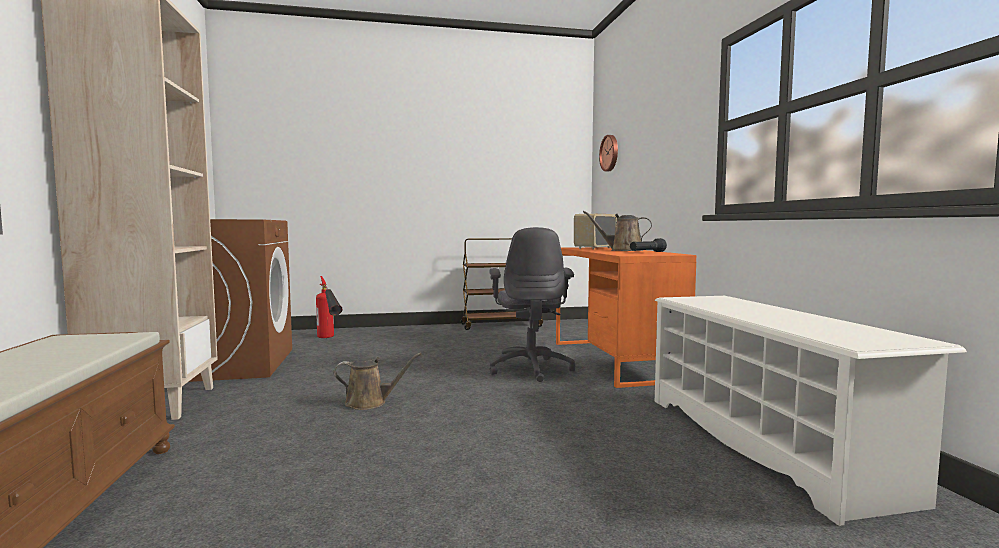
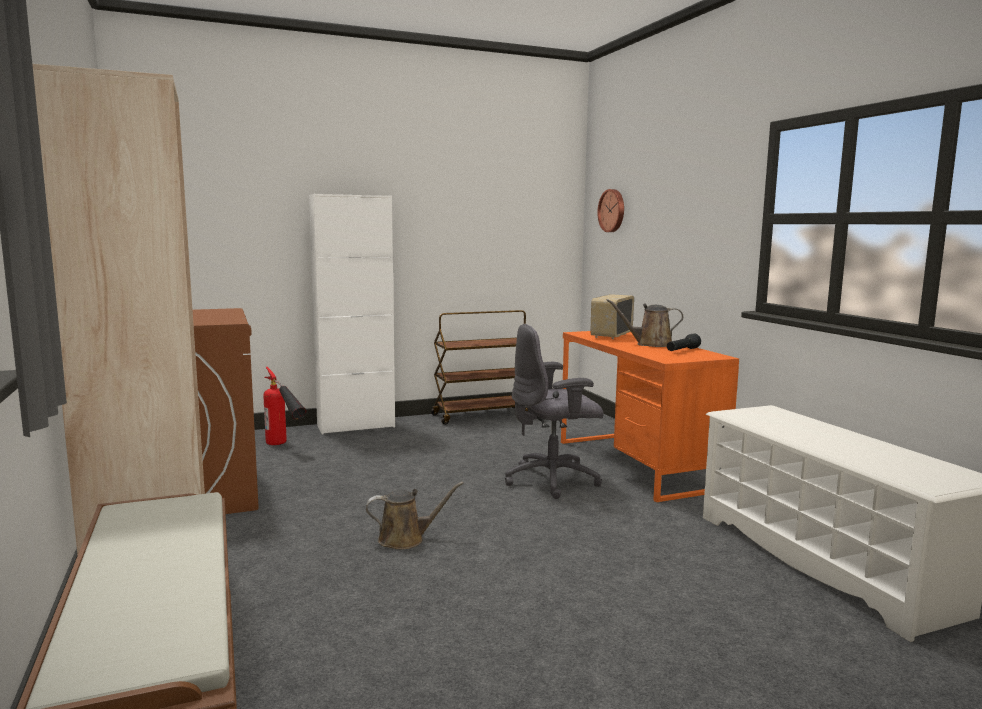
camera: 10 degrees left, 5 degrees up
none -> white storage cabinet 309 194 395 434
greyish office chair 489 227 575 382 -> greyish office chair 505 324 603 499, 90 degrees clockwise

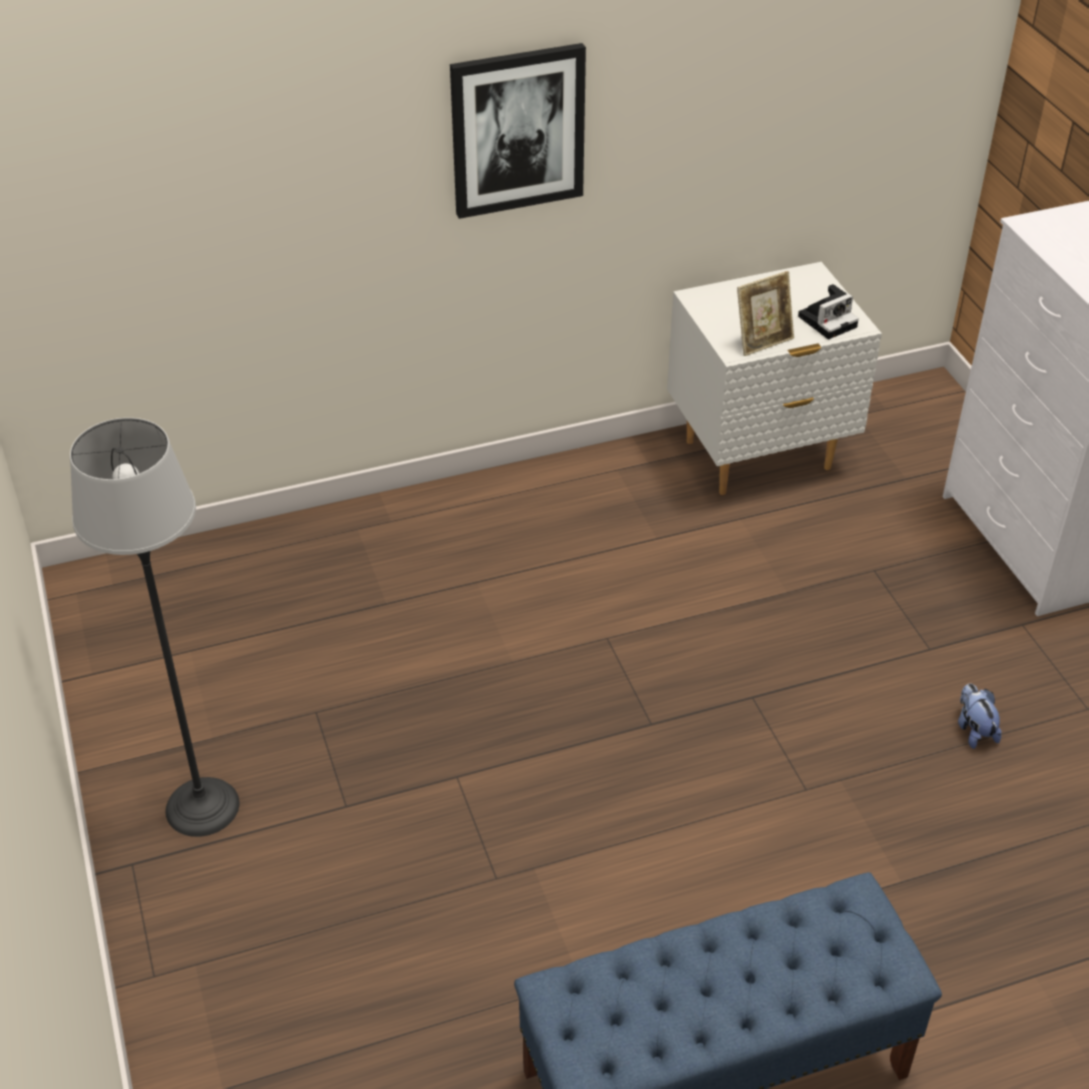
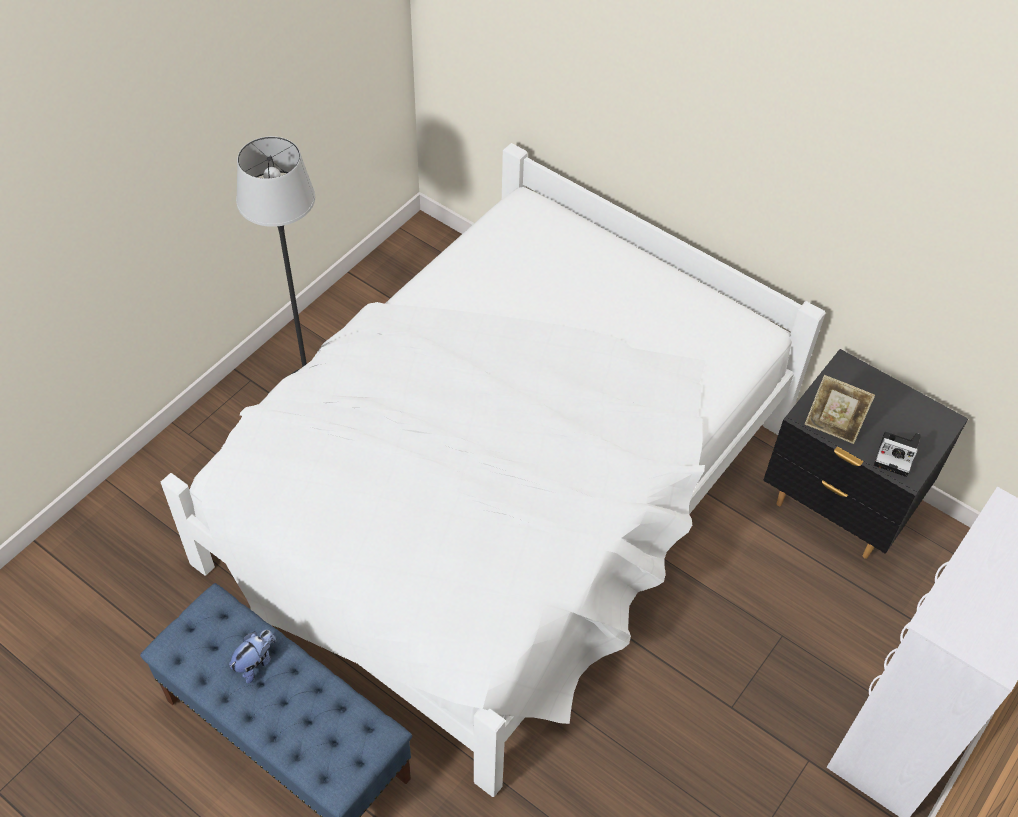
camera: 55 degrees right, 10 degrees up
picture 450 43 586 219 -> none
none -> white bedroom bed 161 143 826 797
cuddly toy 958 683 1001 749 -> cuddly toy 229 630 276 684, relocated
white bedside table 667 262 882 495 -> black bedside table 764 349 968 559

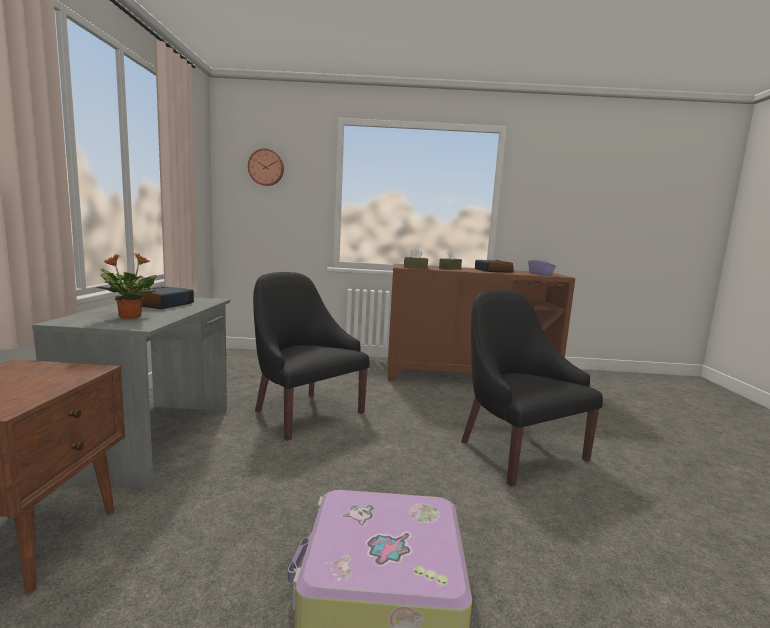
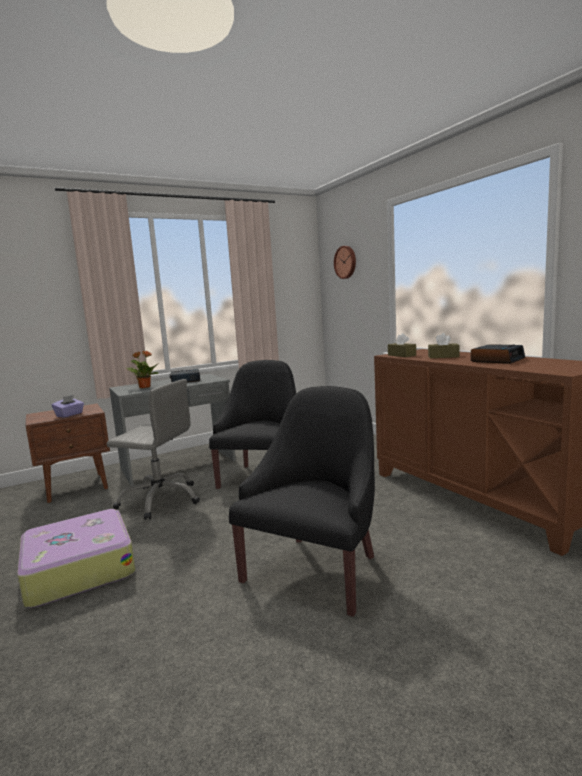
camera: 60 degrees right, 0 degrees up
none -> greyish office chair 107 379 200 520
purple box of tissues 528 255 556 275 -> purple box of tissues 52 395 84 418, relocated

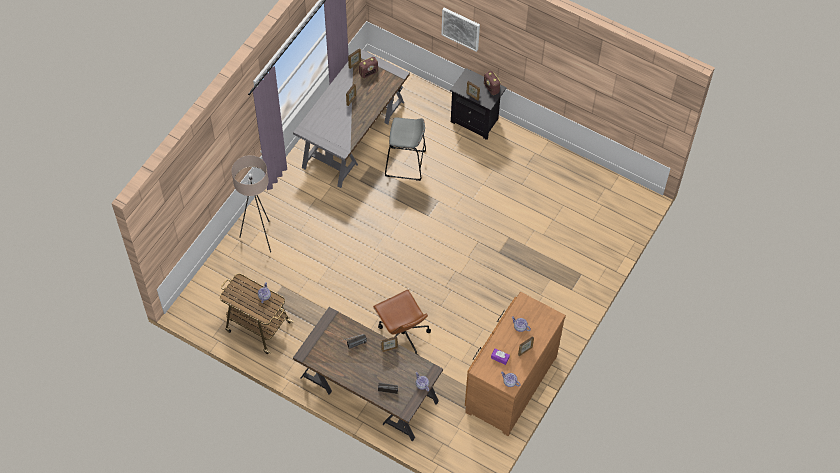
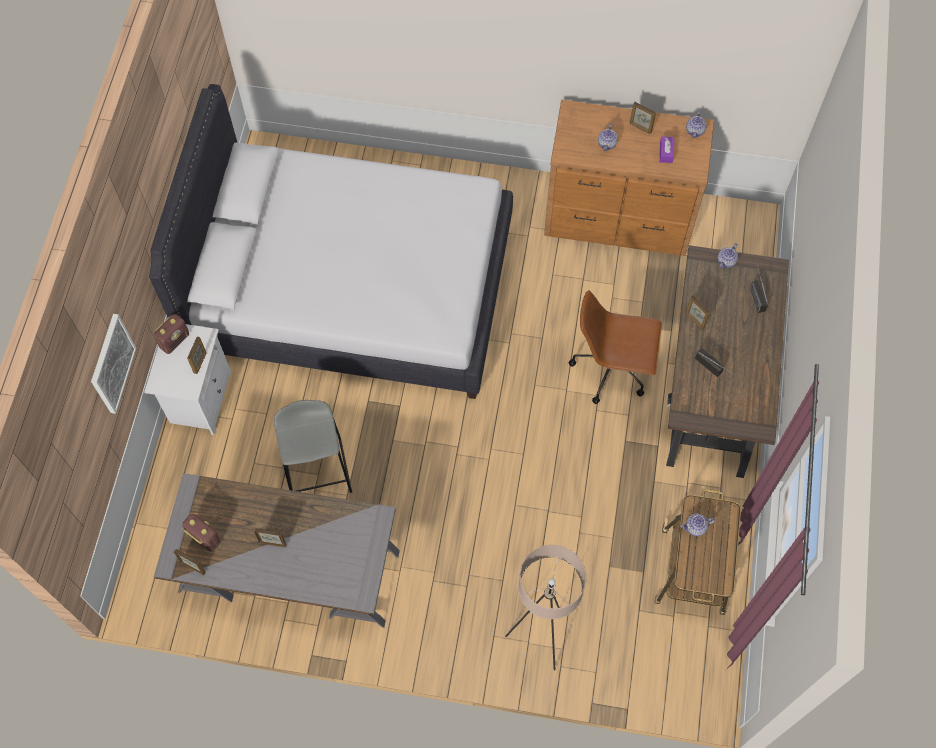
camera: 110 degrees left, 5 degrees up
none -> white bedroom bed 149 84 513 399
black bedside table 450 68 506 140 -> white bedside table 144 324 231 435
brownish office chair 373 289 431 355 -> brownish office chair 569 290 662 404, 120 degrees counterclockwise

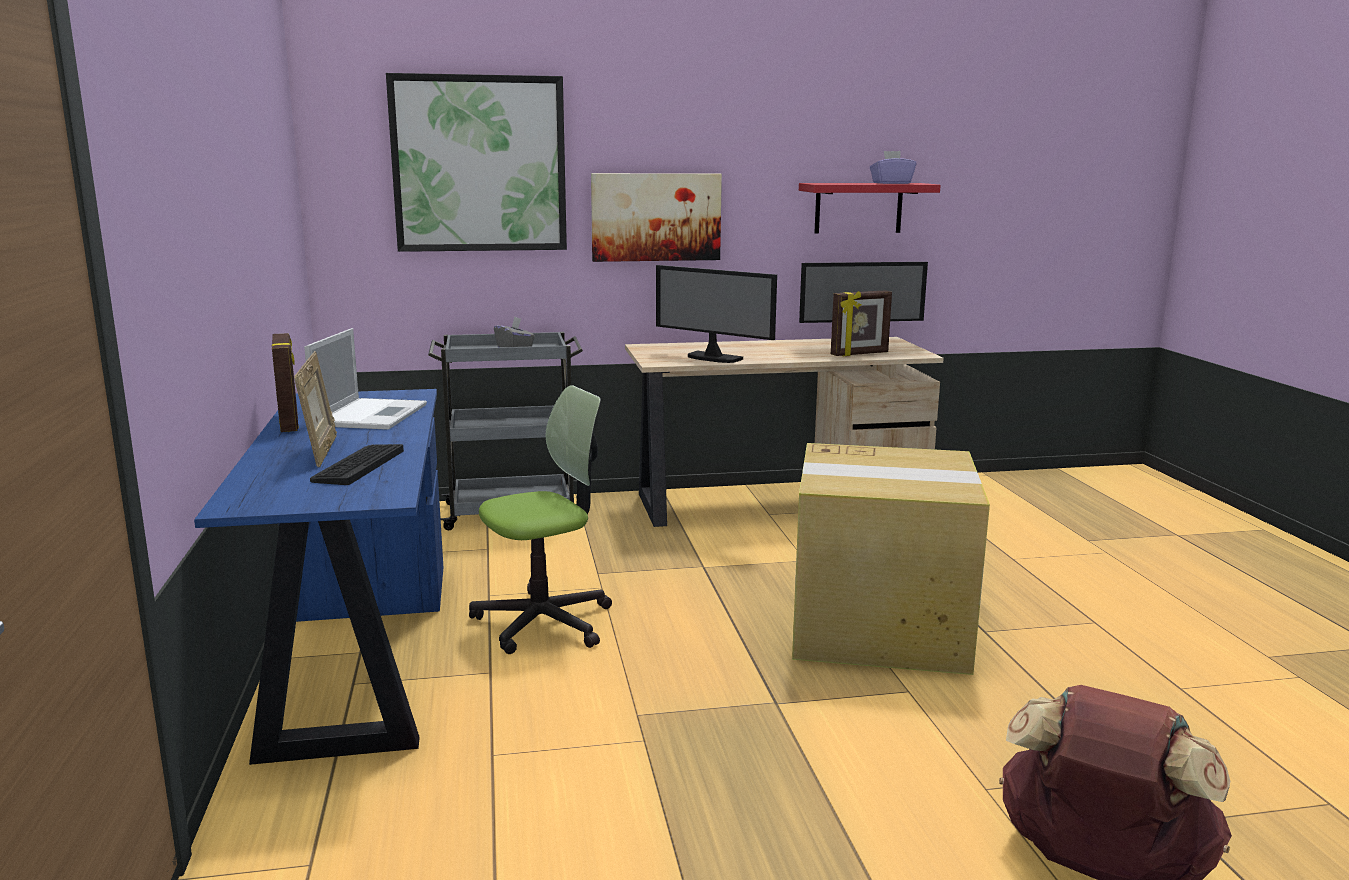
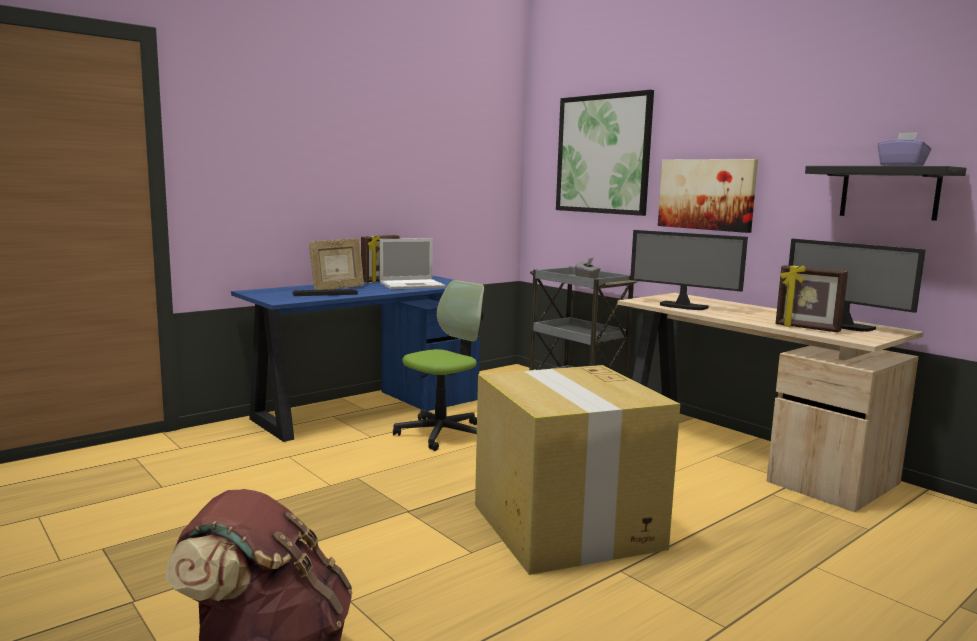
camera: 60 degrees right, 5 degrees down
red shelf 799 183 941 234 -> black shelf 805 166 967 221
office chair 469 385 612 654 -> office chair 393 280 485 451, 75 degrees counterclockwise
computer display 656 265 777 363 -> computer display 630 230 748 310, 60 degrees counterclockwise

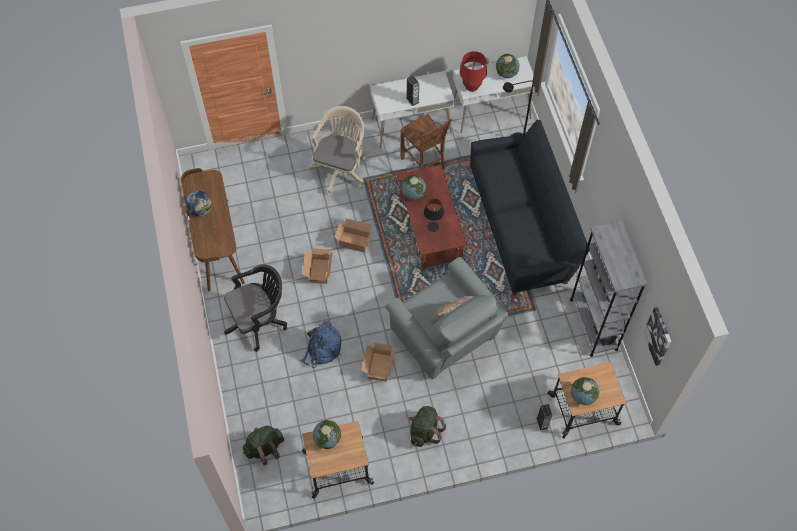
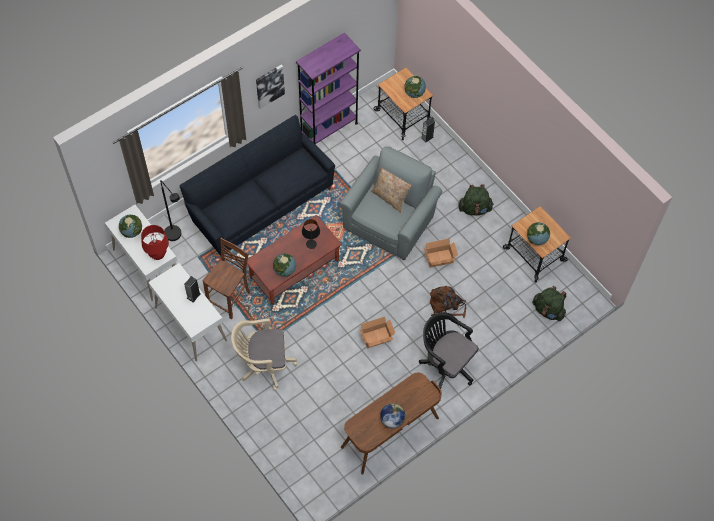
camera: 115 degrees left, 0 degrees up
carton 335 218 373 253 -> none
picture 643 307 672 366 -> picture 256 64 285 109, relocated
bluish rucksack 299 321 341 368 -> brownish rucksack 430 286 466 318
greyish bookshelf 570 220 648 357 -> purple bookshelf 296 33 361 144

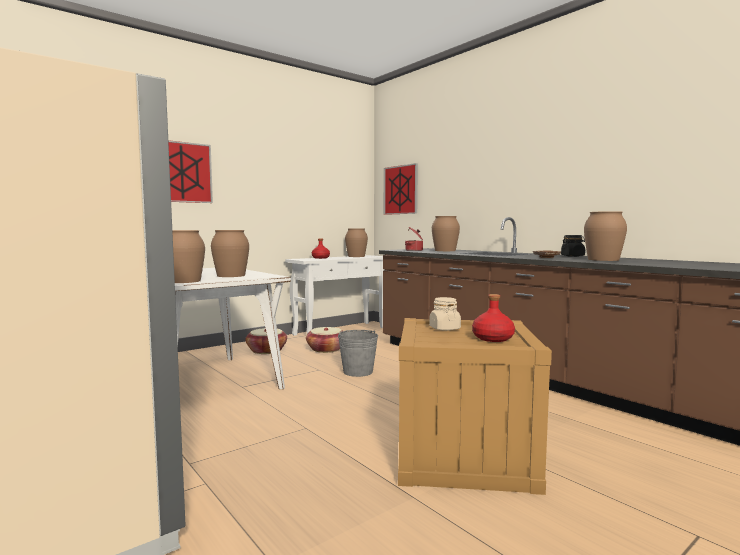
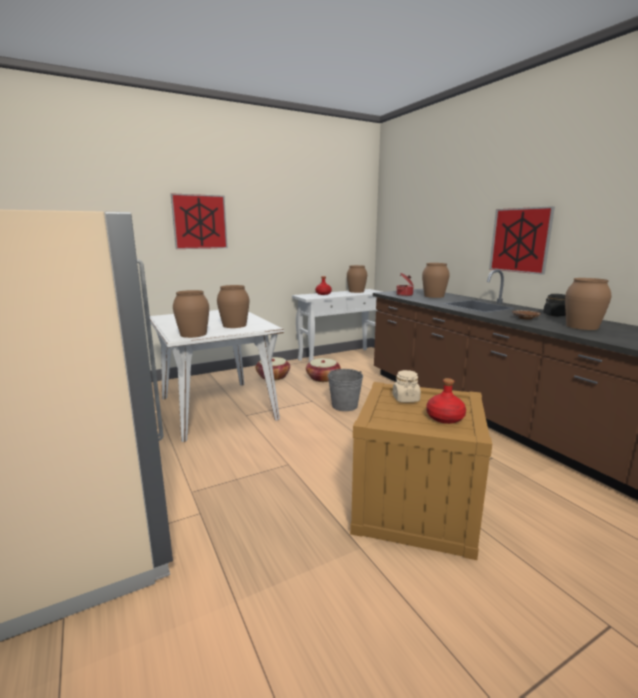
camera: 10 degrees right, 10 degrees up
picture 384 163 418 215 -> picture 489 206 555 275, relocated

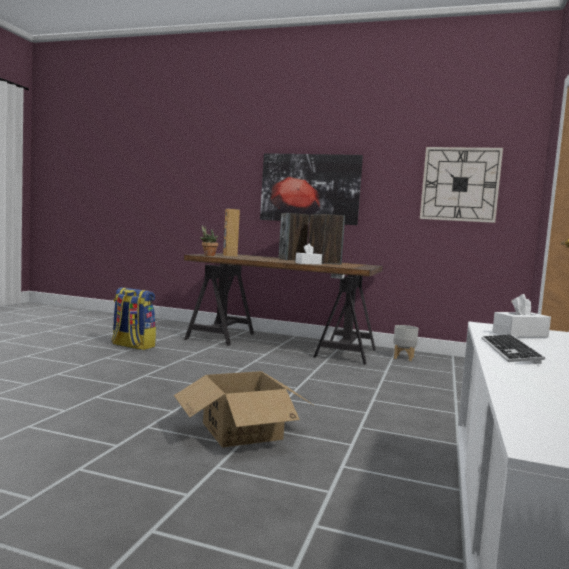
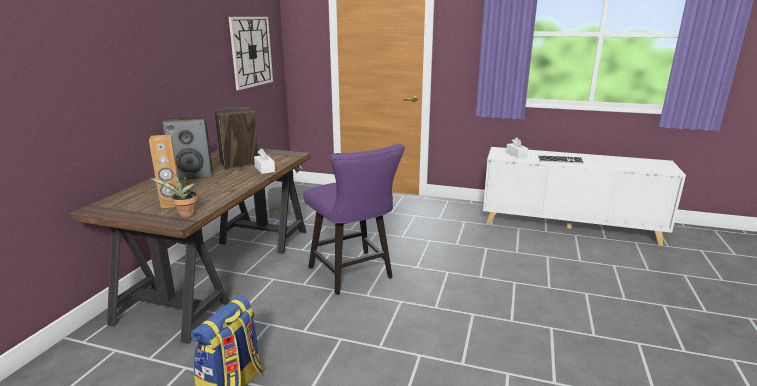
camera: 90 degrees left, 15 degrees up
carton 174 371 313 447 -> none
picture 260 153 363 225 -> none
none -> purple plain chair 303 144 405 295

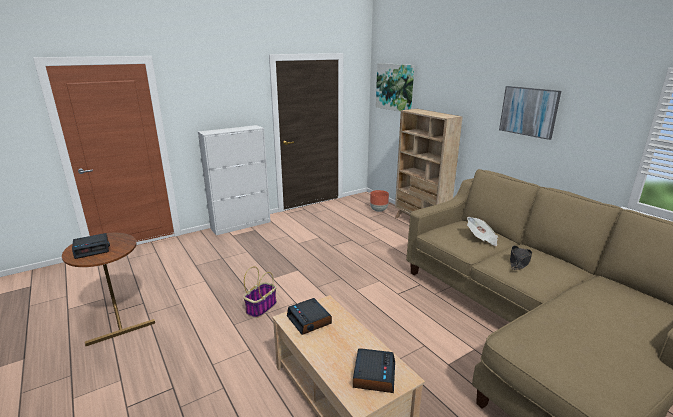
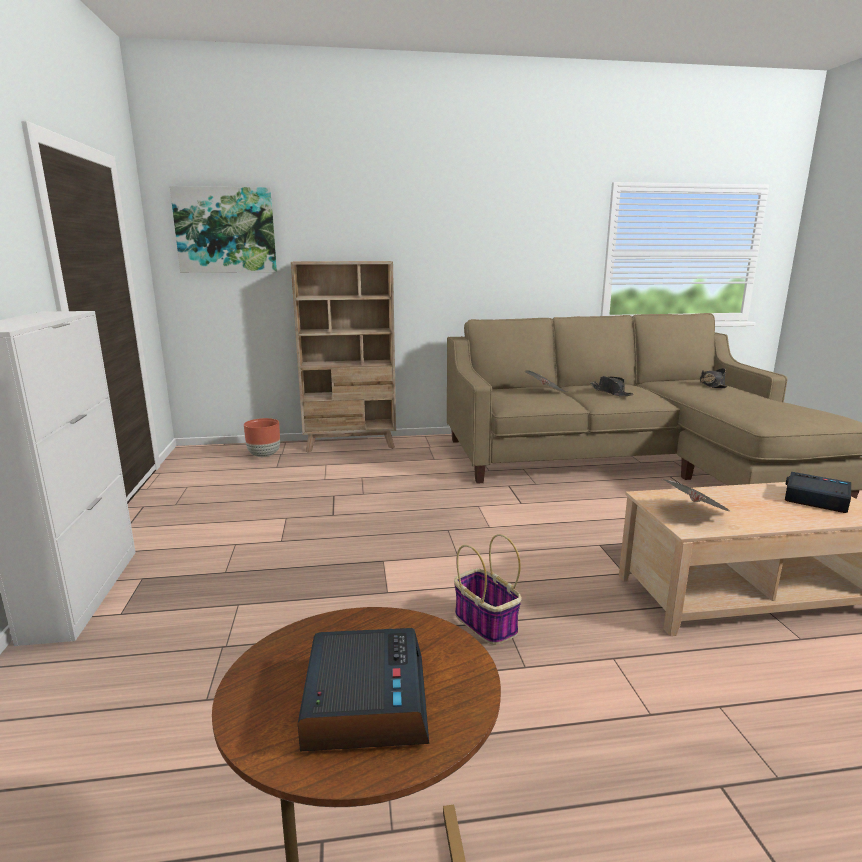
camera: 65 degrees left, 5 degrees down
picture 499 86 561 140 -> none
none -> black wearable hat 700 368 728 388
table clock 287 298 332 335 -> daily paper 662 479 732 512

